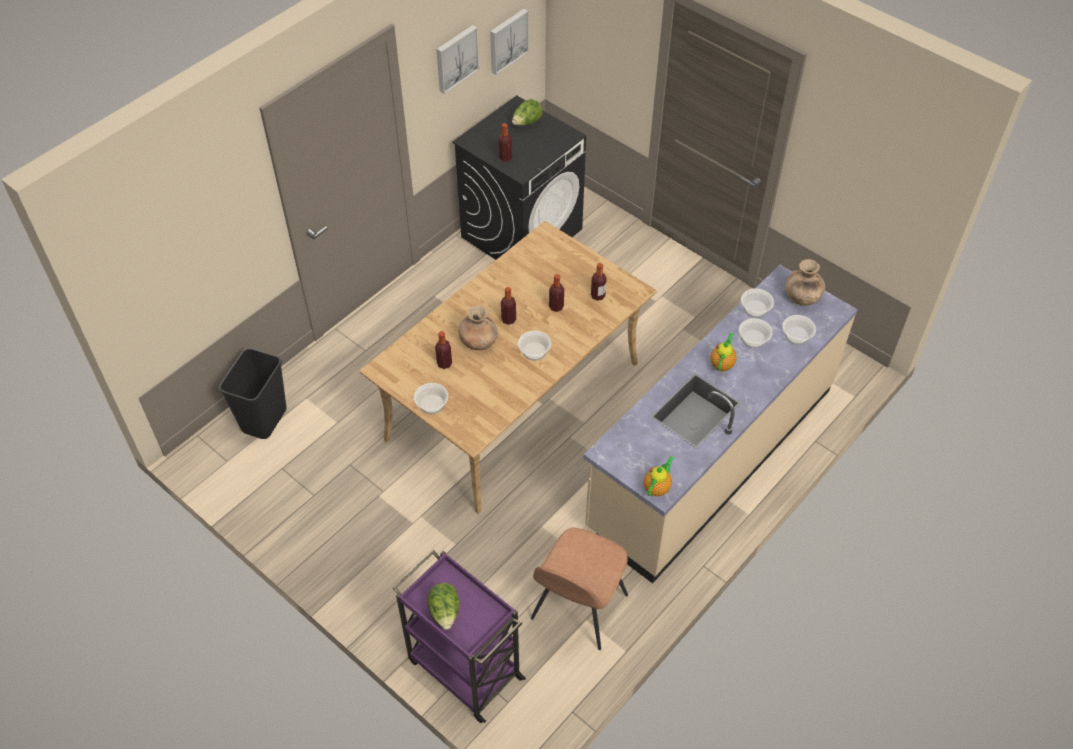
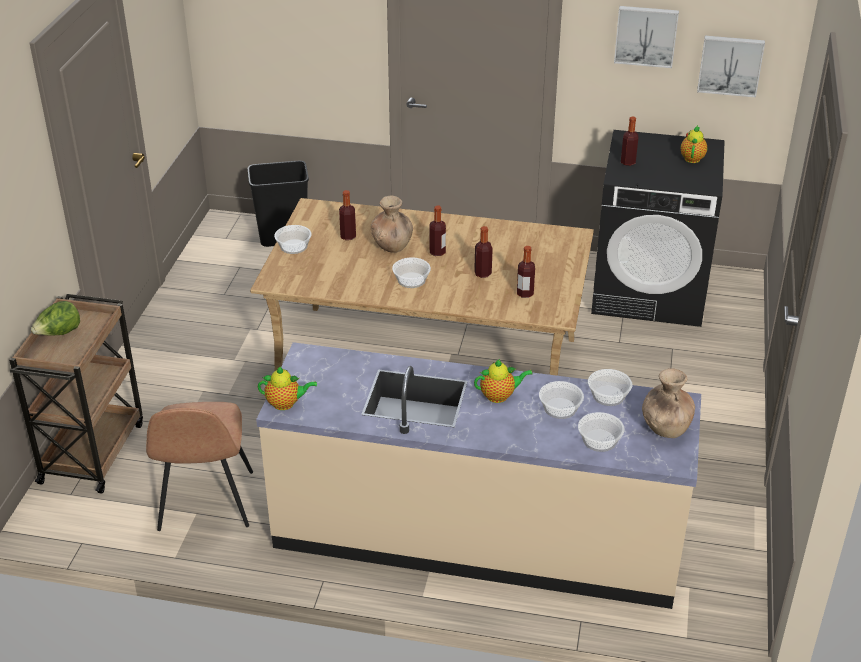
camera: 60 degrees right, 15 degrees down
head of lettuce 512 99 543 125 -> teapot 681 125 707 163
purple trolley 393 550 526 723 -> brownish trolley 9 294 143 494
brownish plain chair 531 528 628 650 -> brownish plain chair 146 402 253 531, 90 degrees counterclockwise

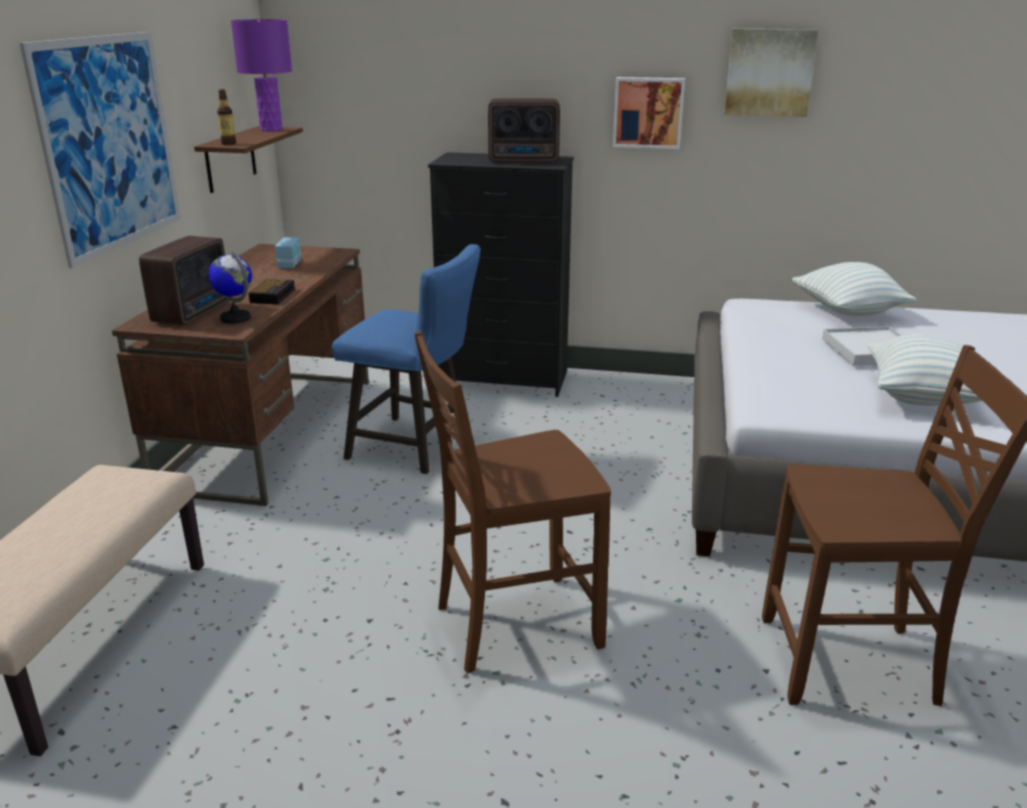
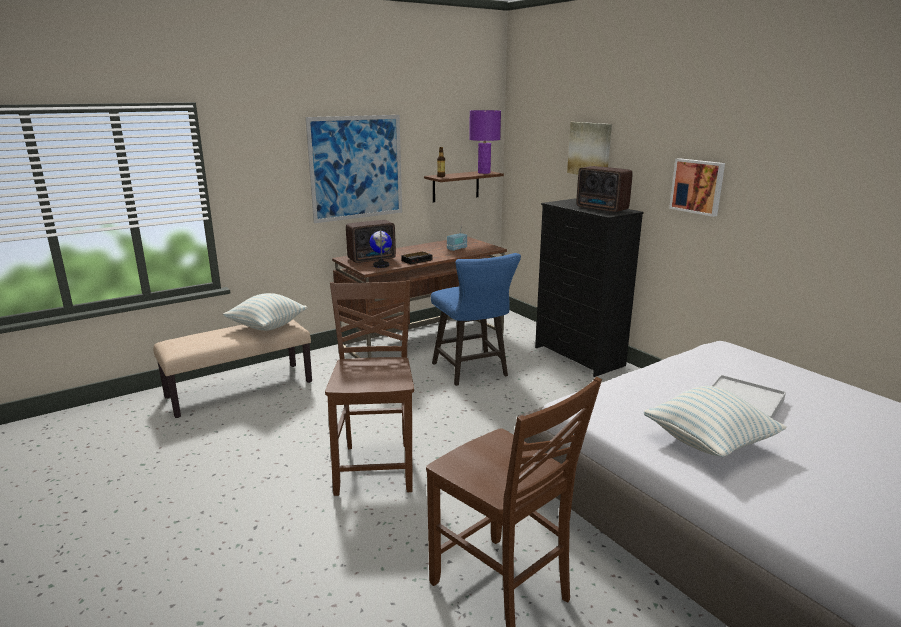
camera: 45 degrees right, 5 degrees down
picture 724 29 818 117 -> picture 567 122 612 174, relocated
cushion 792 262 916 316 -> cushion 223 293 307 331, relocated
brownish plain chair 415 331 611 673 -> brownish plain chair 325 280 414 496, 60 degrees clockwise

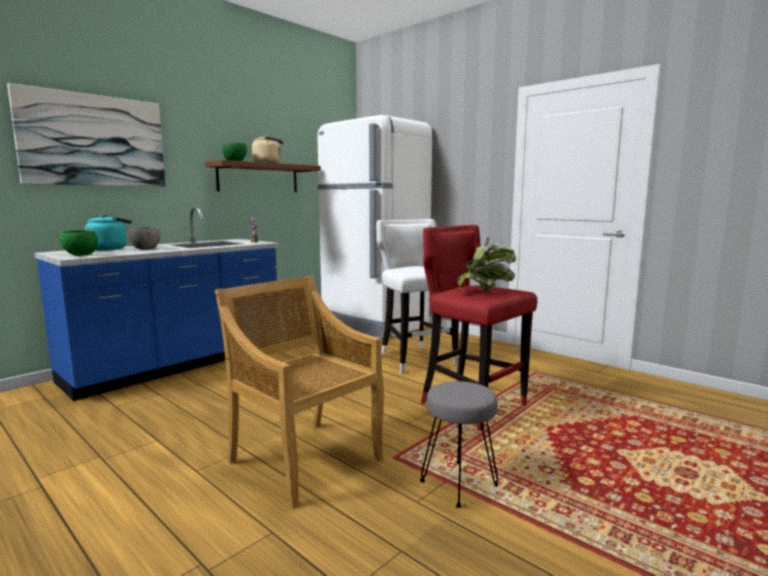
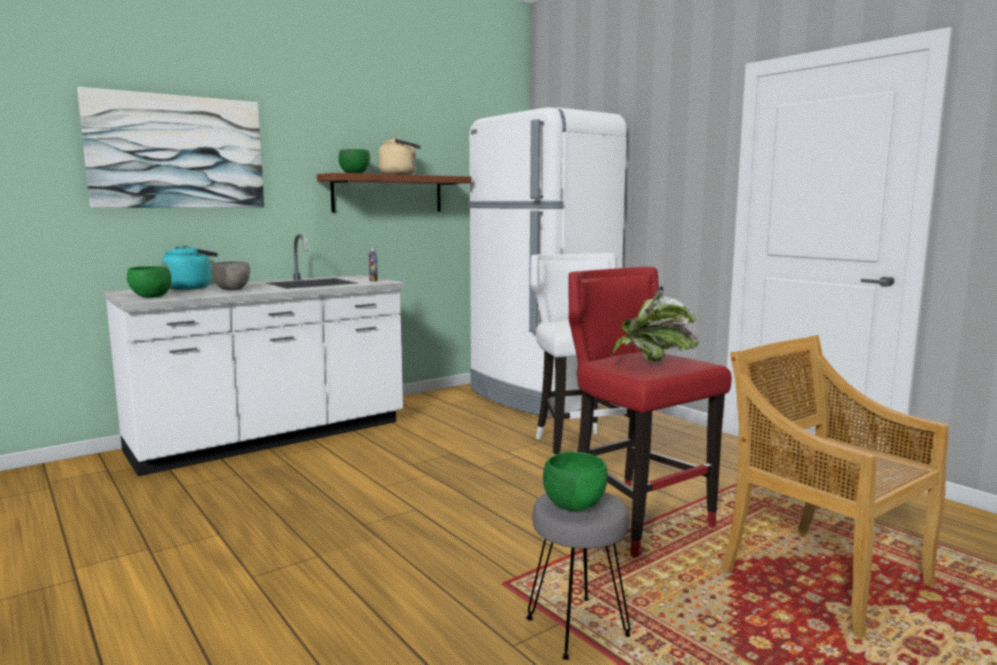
camera: 10 degrees right, 0 degrees up
none -> green deep dish 543 452 608 511
beige-coloured plain chair 215 276 384 509 -> beige-coloured plain chair 721 335 949 638, relocated
bluish counter 34 207 279 401 -> white counter 103 234 404 476

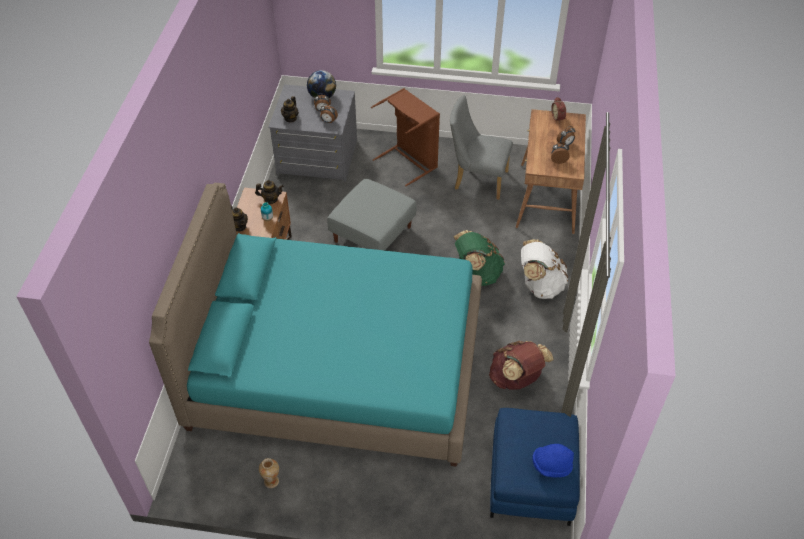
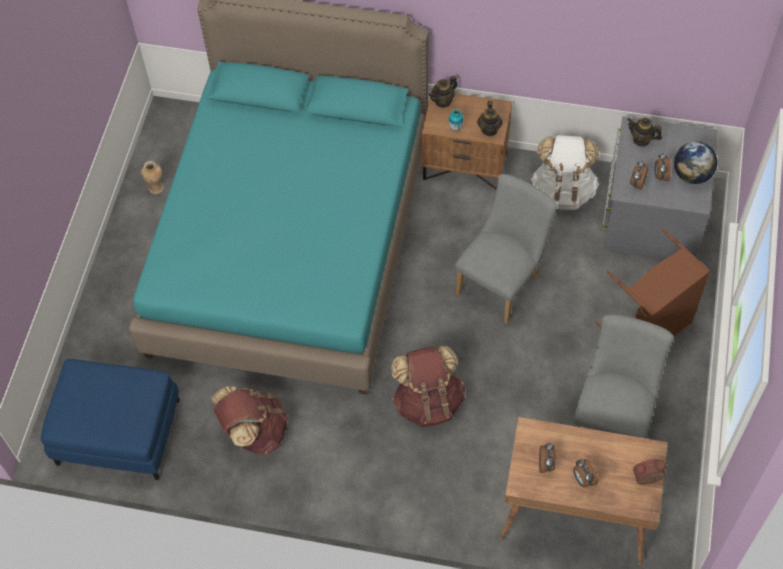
camera: 95 degrees right, 10 degrees up
bluish wearable hat 532 444 574 478 -> none
white rucksack 521 239 568 299 -> white rucksack 531 135 599 210, relocated
greyish footrest 327 179 417 251 -> greyish plain chair 455 174 557 323
green rucksack 453 230 505 286 -> brownish rucksack 391 346 465 427

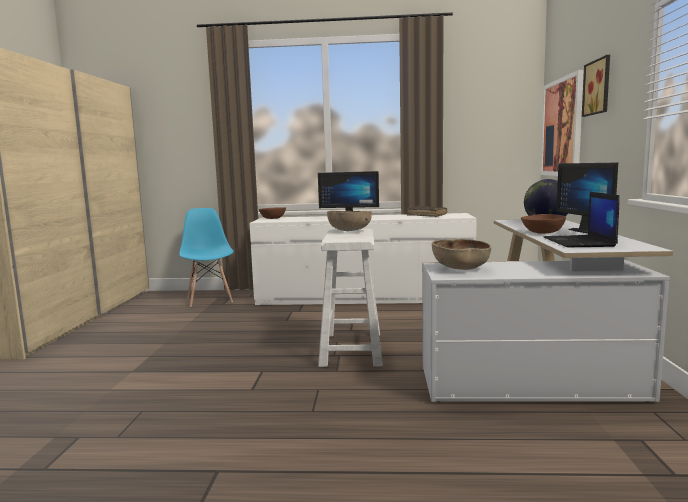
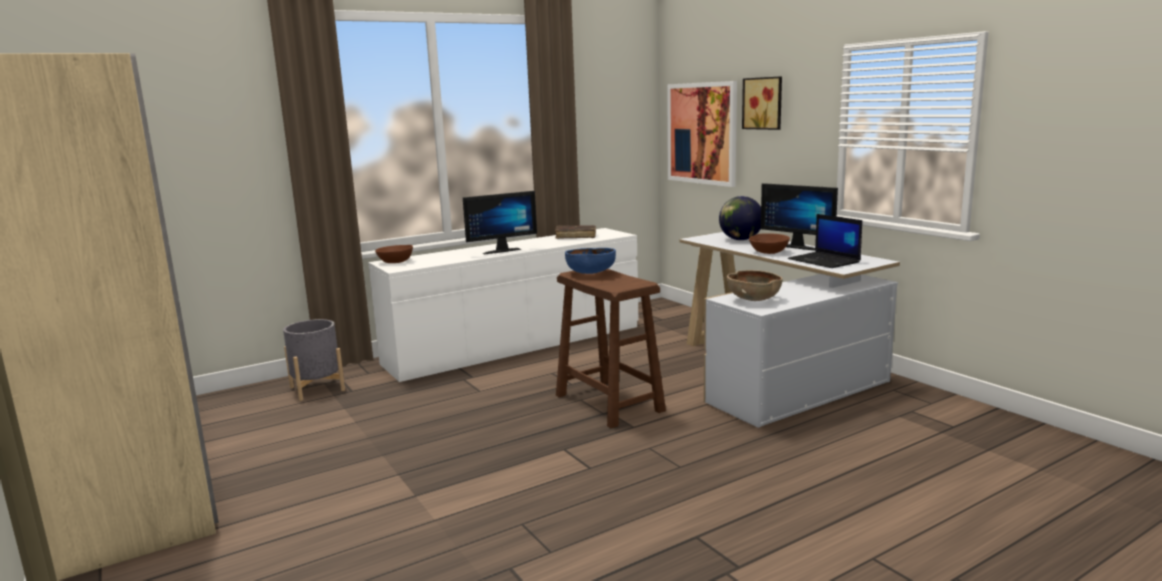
camera: 35 degrees left, 5 degrees up
bluish plain chair 179 208 234 307 -> greyish flower pot 283 319 345 401
white stool 318 229 383 367 -> brownish stool 556 269 666 428
brownish deep dish 327 211 372 231 -> bluish deep dish 565 248 616 274

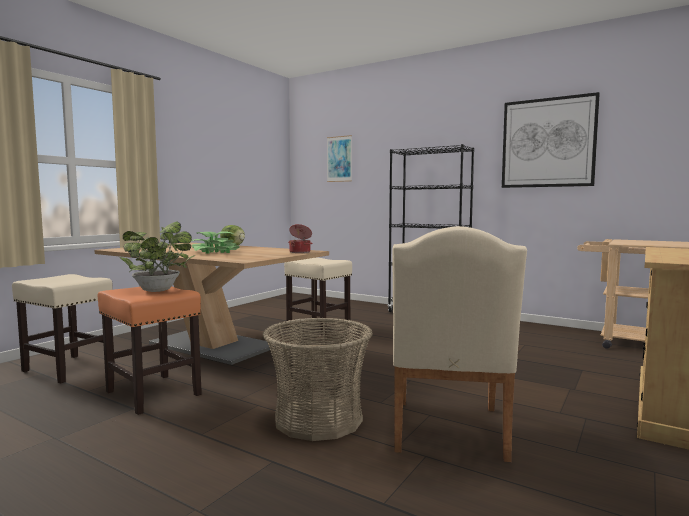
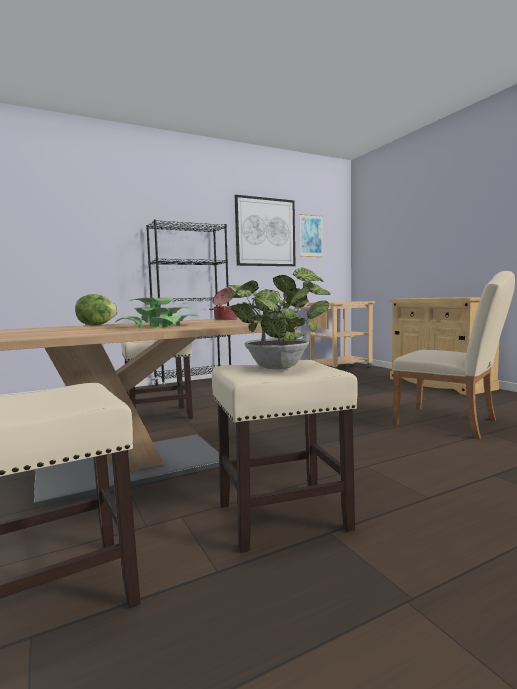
camera: 60 degrees left, 0 degrees up
storage basket 263 317 373 441 -> none
picture 327 135 352 182 -> picture 300 214 323 257, relocated
orangey stool 98 286 202 415 -> beige-coloured stool 212 360 358 553

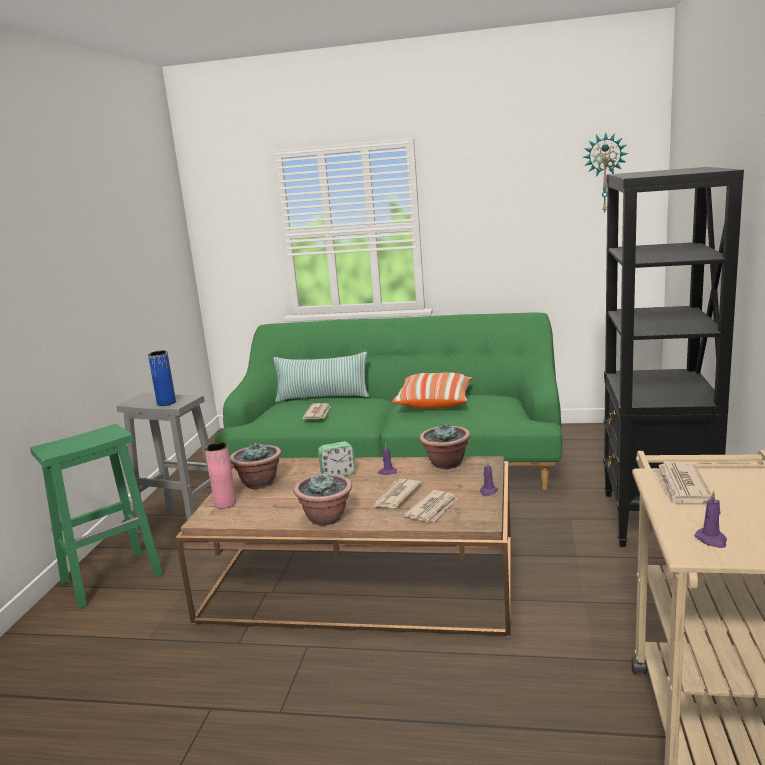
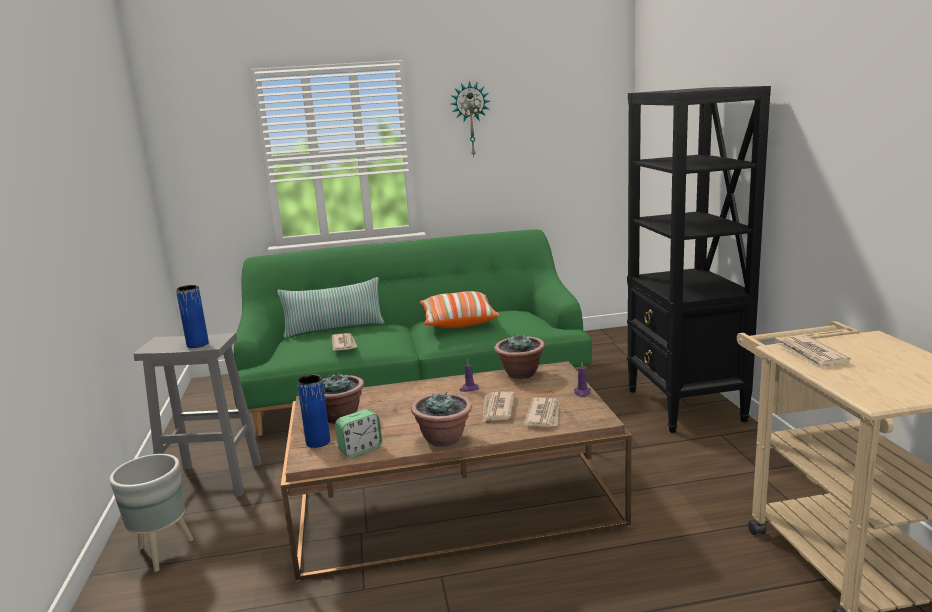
camera: 20 degrees left, 0 degrees up
purple wax candle 694 491 727 548 -> none
table clock 318 441 356 476 -> table clock 335 409 382 457, relocated
hanging clock 583 132 628 214 -> hanging clock 451 81 490 158, relocated
green stool 30 424 163 609 -> greyish flower pot 109 454 193 572
pink-coloured vase 205 442 236 509 -> bluish vase 297 375 330 448

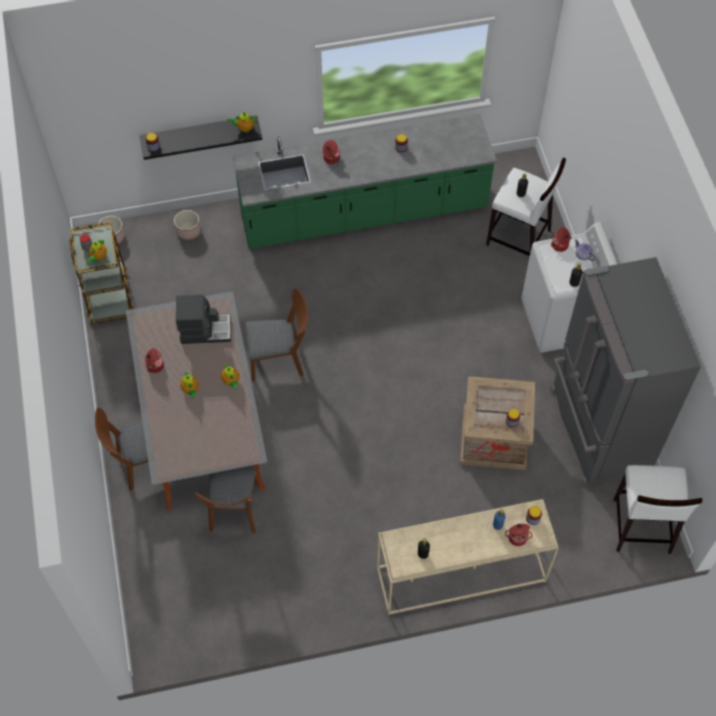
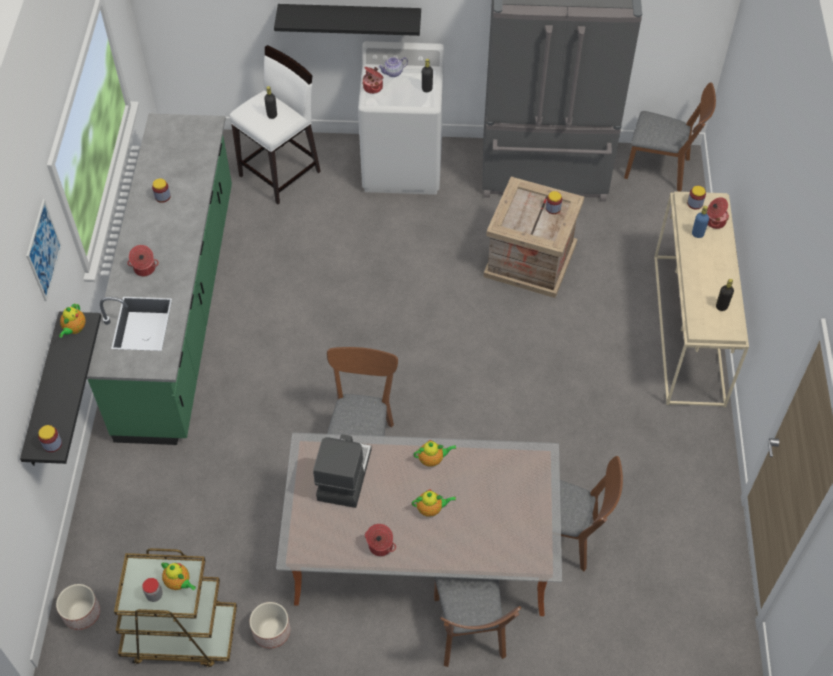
camera: 75 degrees left, 5 degrees down
none -> picture 26 199 62 301
none -> black shelf 274 4 421 36
flower pot 174 210 201 240 -> flower pot 250 602 290 648, relocated
white stool 613 465 702 554 -> brownish plain chair 624 83 716 192

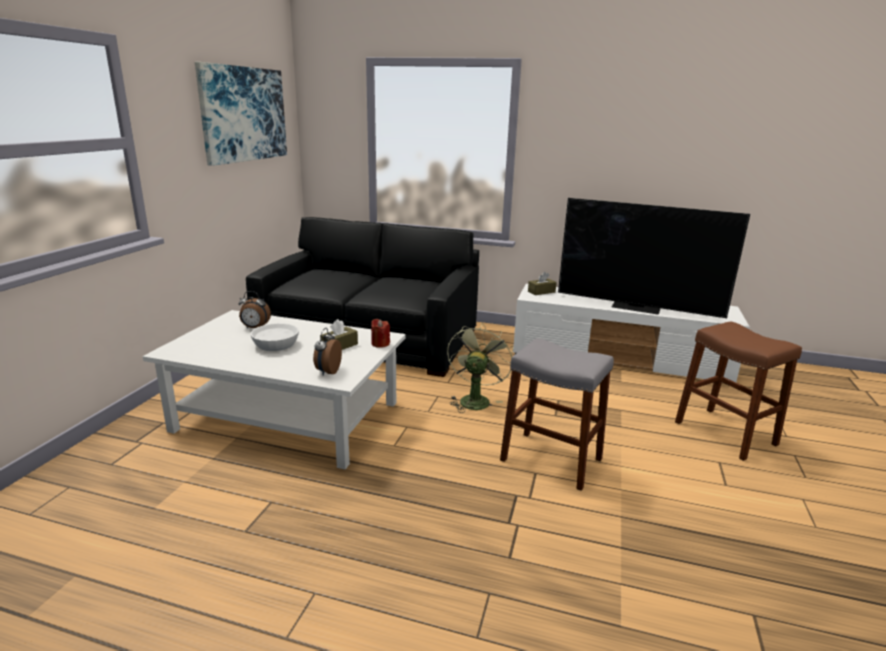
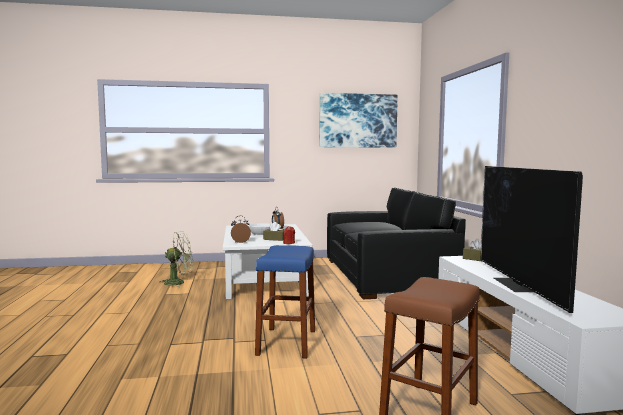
camera: 65 degrees right, 15 degrees down
green fan 447 323 513 413 -> green fan 160 231 193 287, relocated
greyish stool 500 338 614 491 -> bluish stool 255 245 315 359

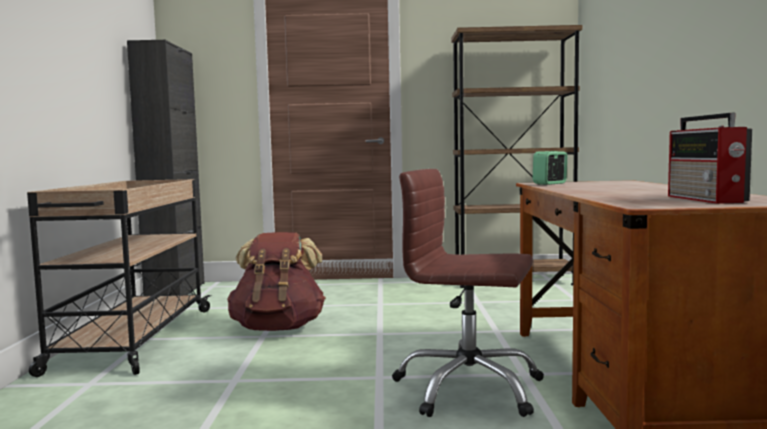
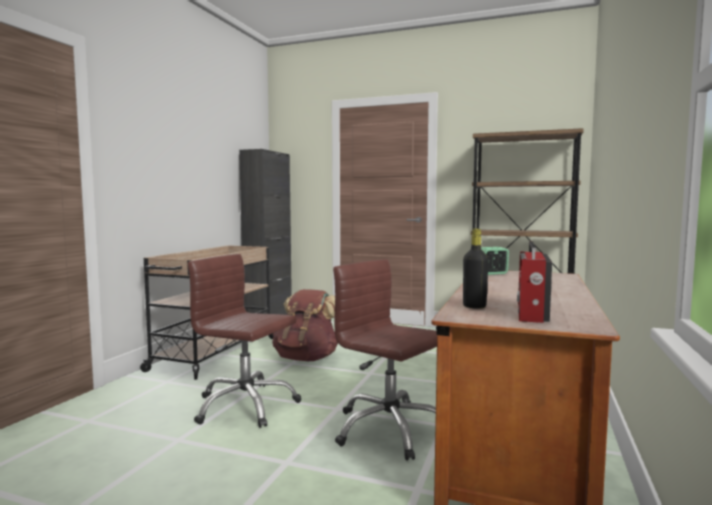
camera: 20 degrees right, 0 degrees up
none -> brownish office chair 188 254 301 428
none -> black beverage bottle 463 229 488 309

